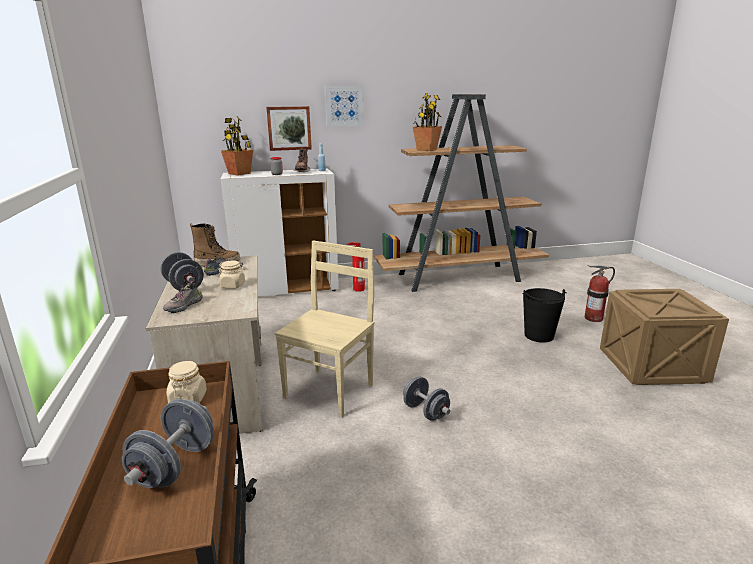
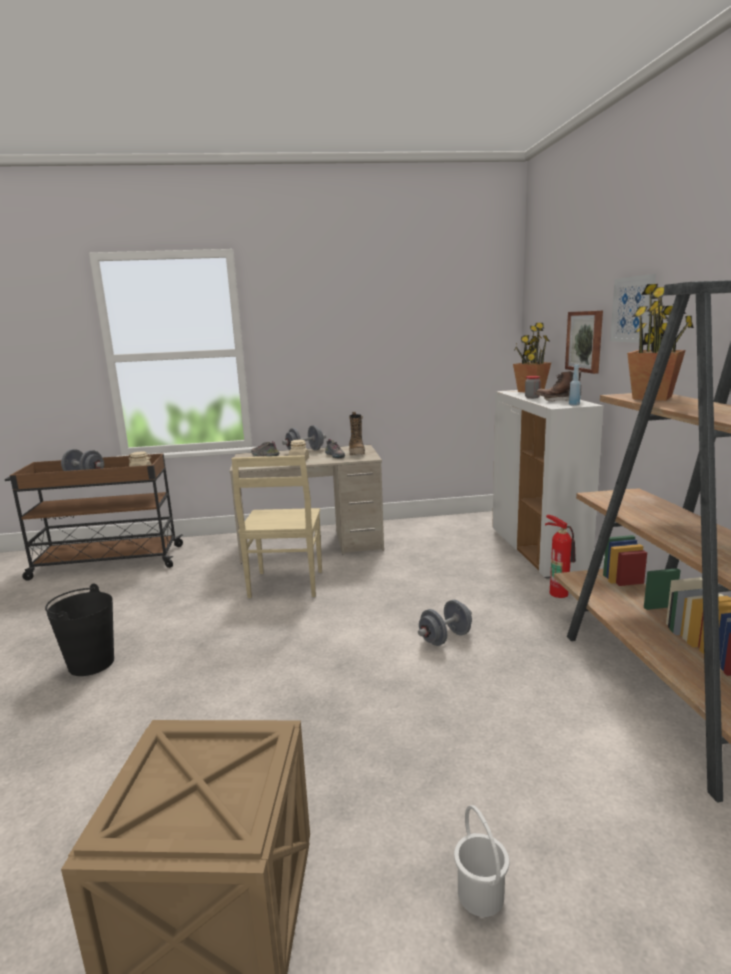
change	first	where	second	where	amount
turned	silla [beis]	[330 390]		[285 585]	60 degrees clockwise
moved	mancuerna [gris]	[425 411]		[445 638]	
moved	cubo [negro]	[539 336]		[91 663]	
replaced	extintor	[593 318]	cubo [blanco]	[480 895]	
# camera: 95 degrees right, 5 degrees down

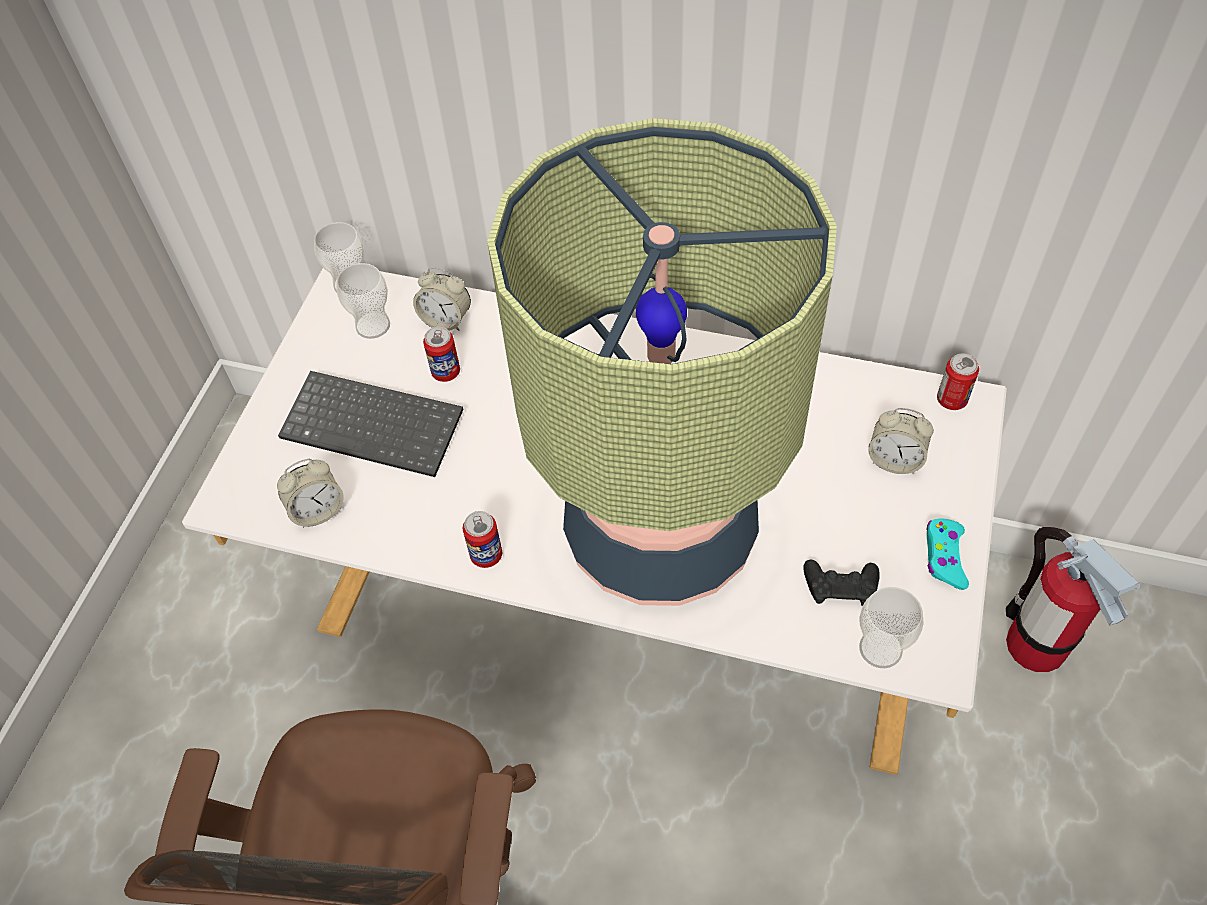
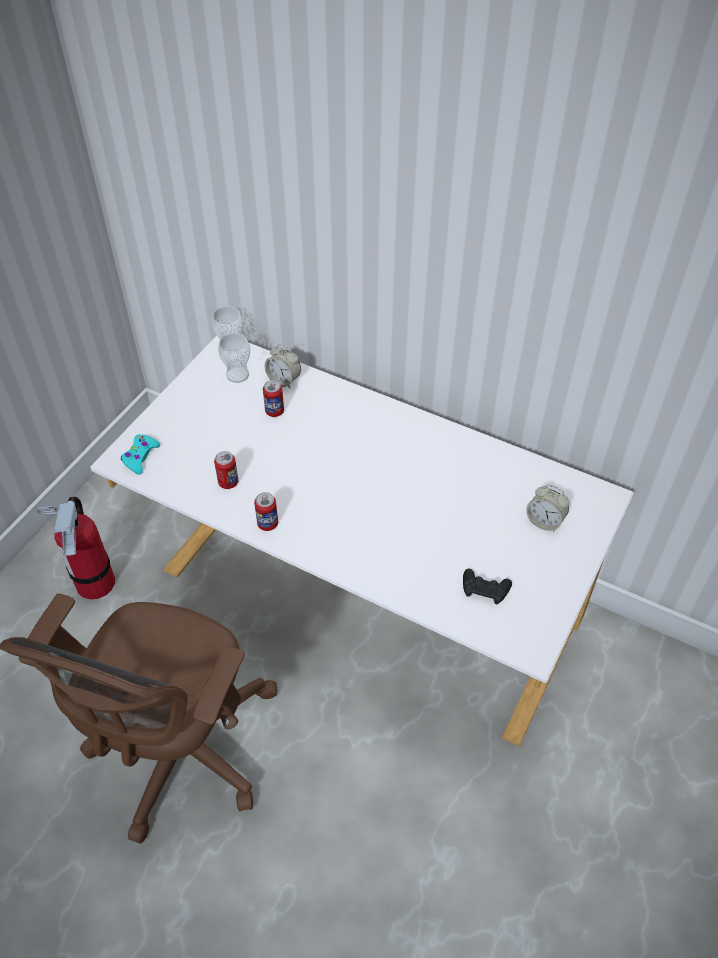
change	first	where	second	where	amount
removed	despertador	[318 510]			
removed	teclado	[376 424]			
removed	lámpara de mesa	[661 530]			
removed	taza	[880 648]			
moved	mando de consola [turquesa]	[944 557]		[140 457]	
moved	lata	[951 400]		[228 482]	
moved	extintor	[1035 644]		[95 582]	
# camera: 10 degrees right, 5 degrees down

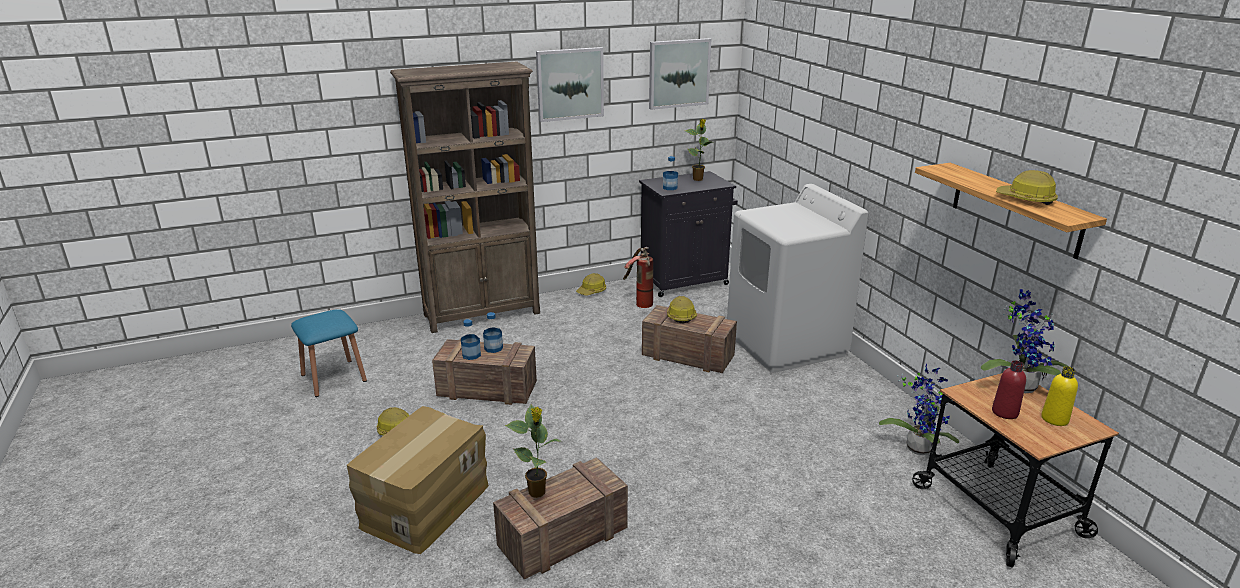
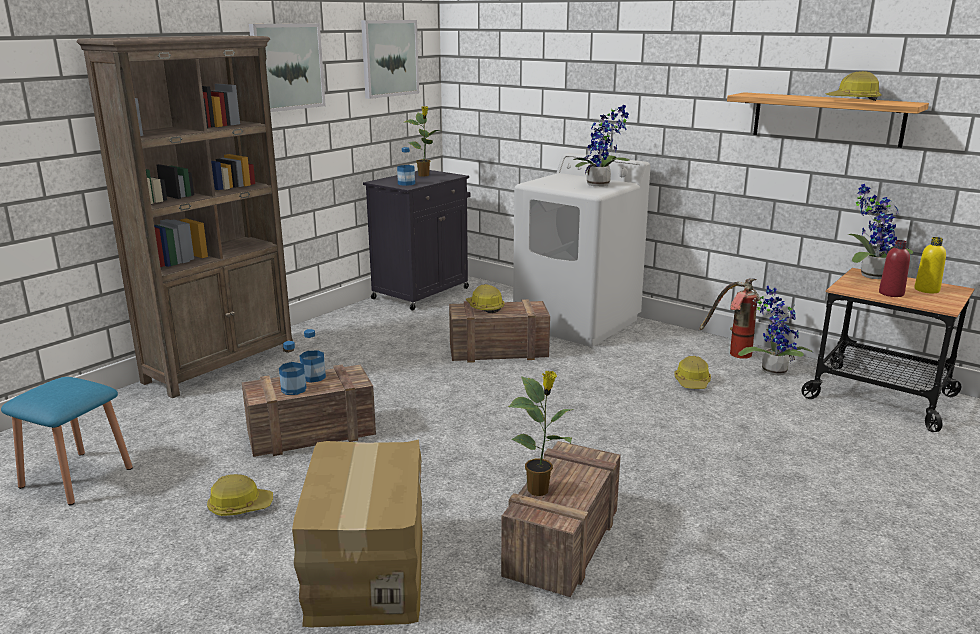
change	first	where	second	where	amount
moved	casco	[592 291]		[692 382]	
moved	extintor	[638 302]		[731 353]	
added			planta en maceta	[601 185]	
# camera: 30 degrees left, 5 degrees down

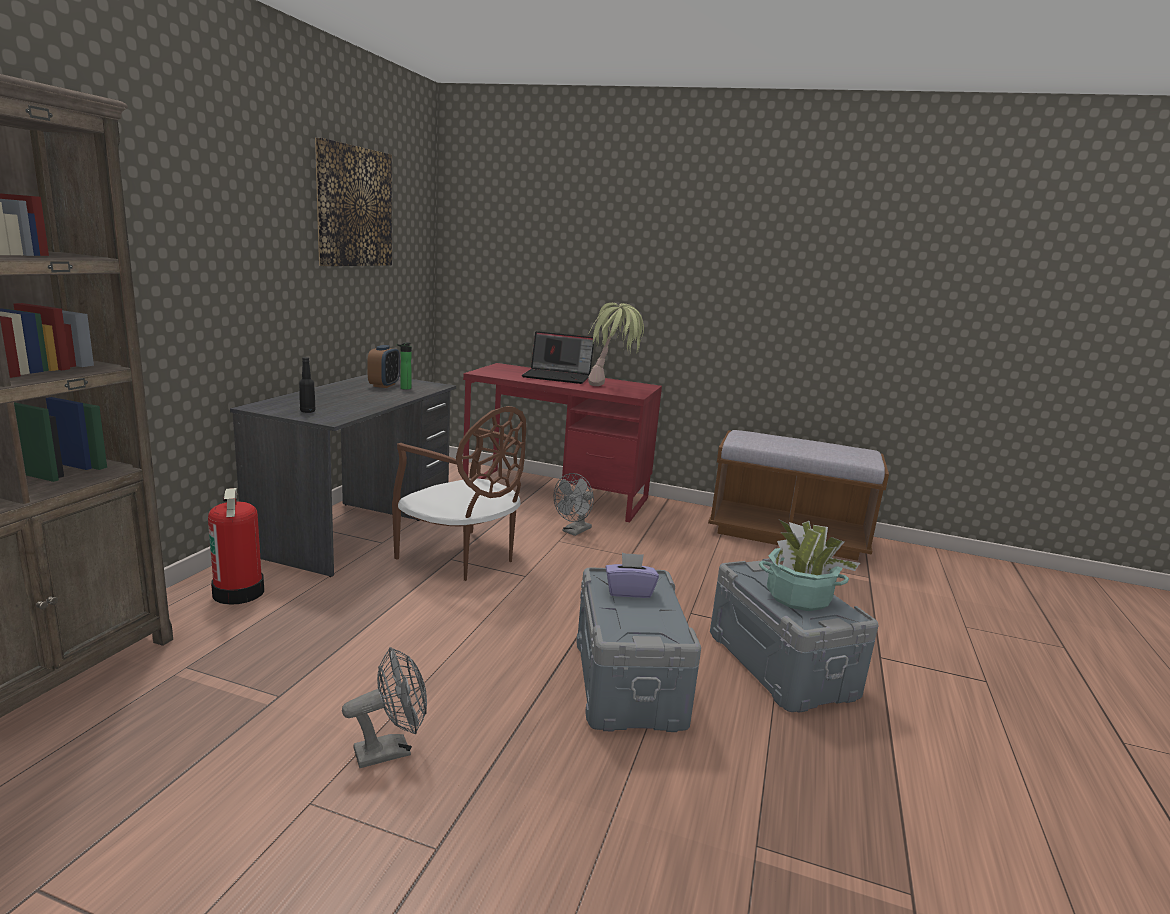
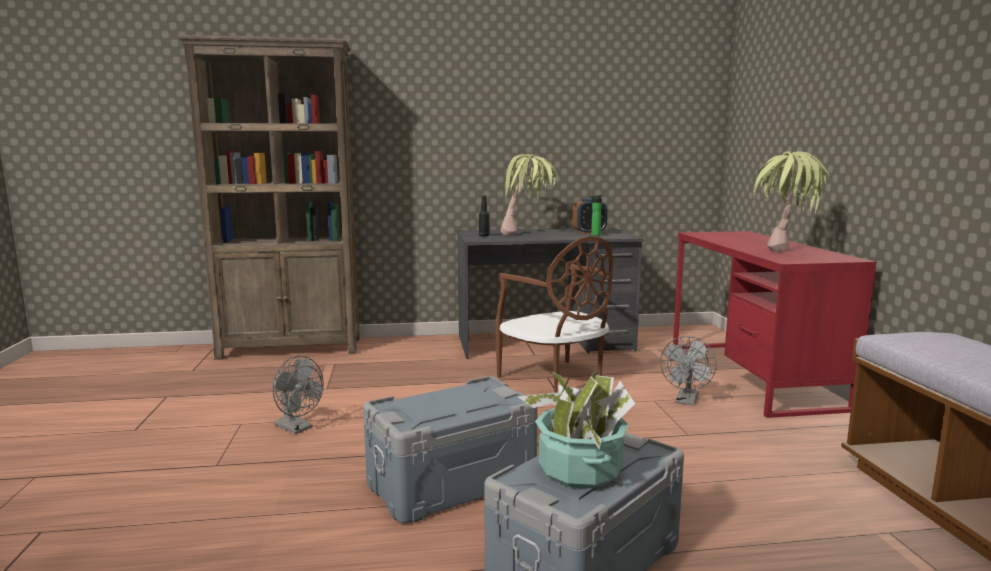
change	first	where	second	where	amount
removed	extintor	[239 592]			
removed	cuadro	[354 207]			
turned	silla [marrón]	[461 558]		[555 379]	45 degrees counterclockwise
removed	portátil	[558 377]			
turned	ventilador [gris]	[574 531]		[686 401]	75 degrees counterclockwise
removed	caja de pañuelos [morado]	[629 591]			
added			planta en maceta	[527 234]	
# camera: 65 degrees right, 5 degrees down

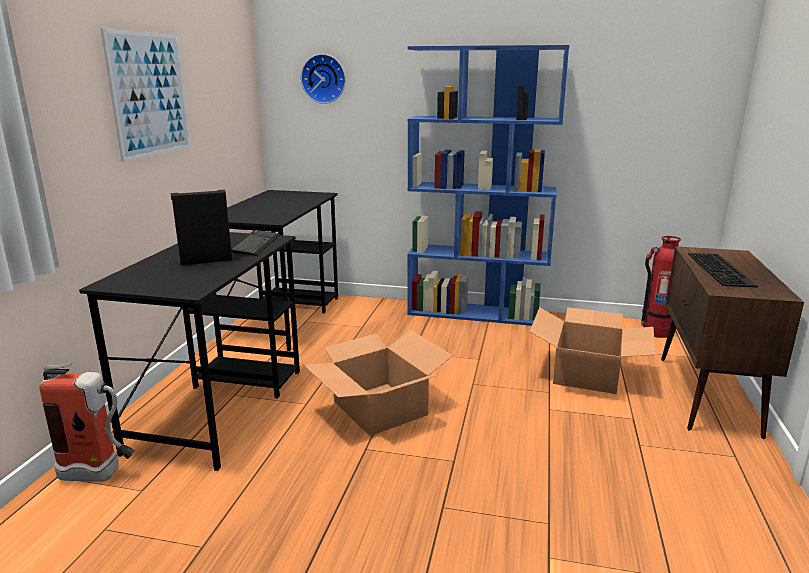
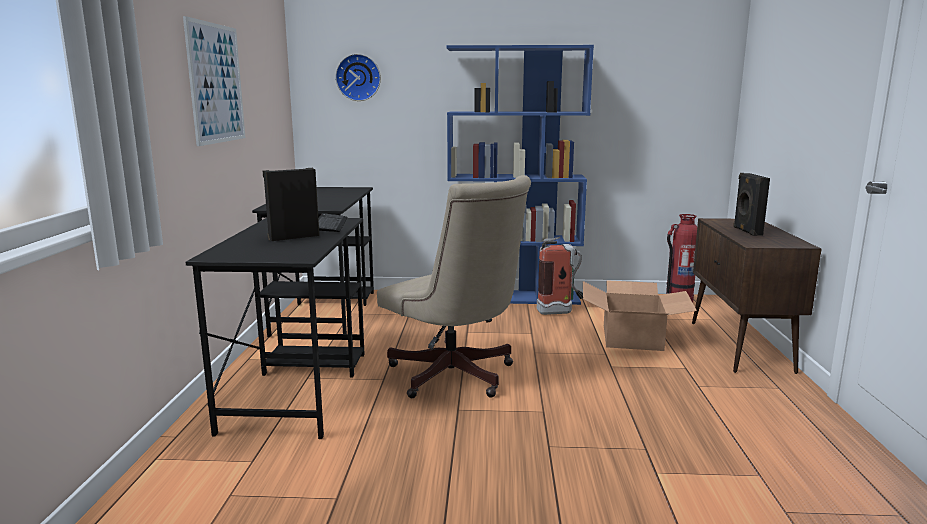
change	first	where	second	where	amount
moved	extintor	[100 475]		[560 312]	
replaced	caja de cartón	[379 408]	silla de oficina [beis]	[456 378]	
replaced	teclado	[722 269]	altavoz [negro]	[746 231]	
# camera: 10 degrees left, 5 degrees down

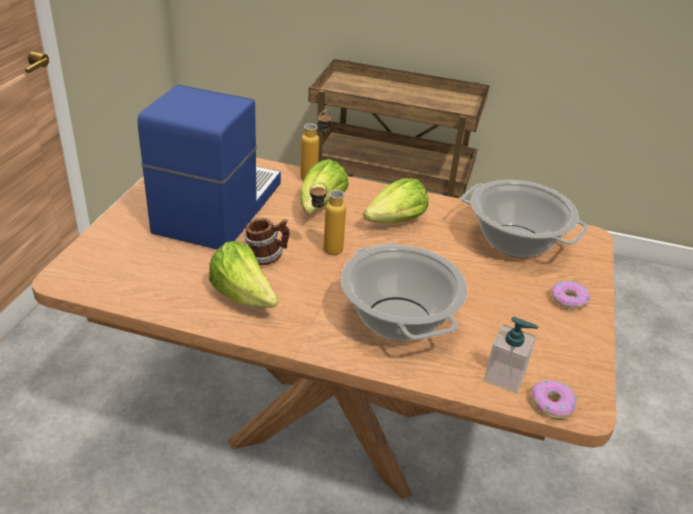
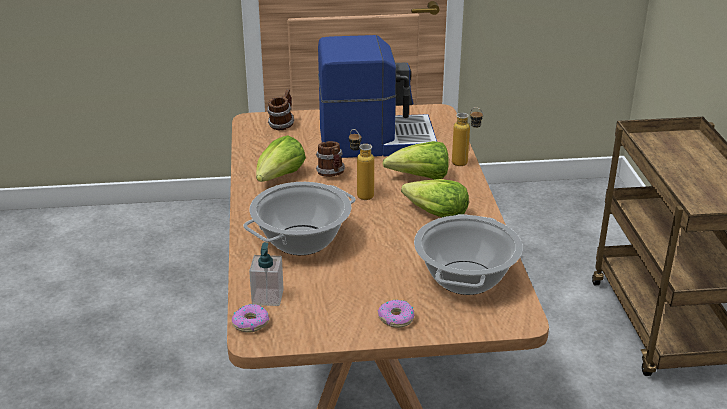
change	first	where	second	where	amount
added			taza grande	[282 125]	
# camera: 70 degrees right, 5 degrees down

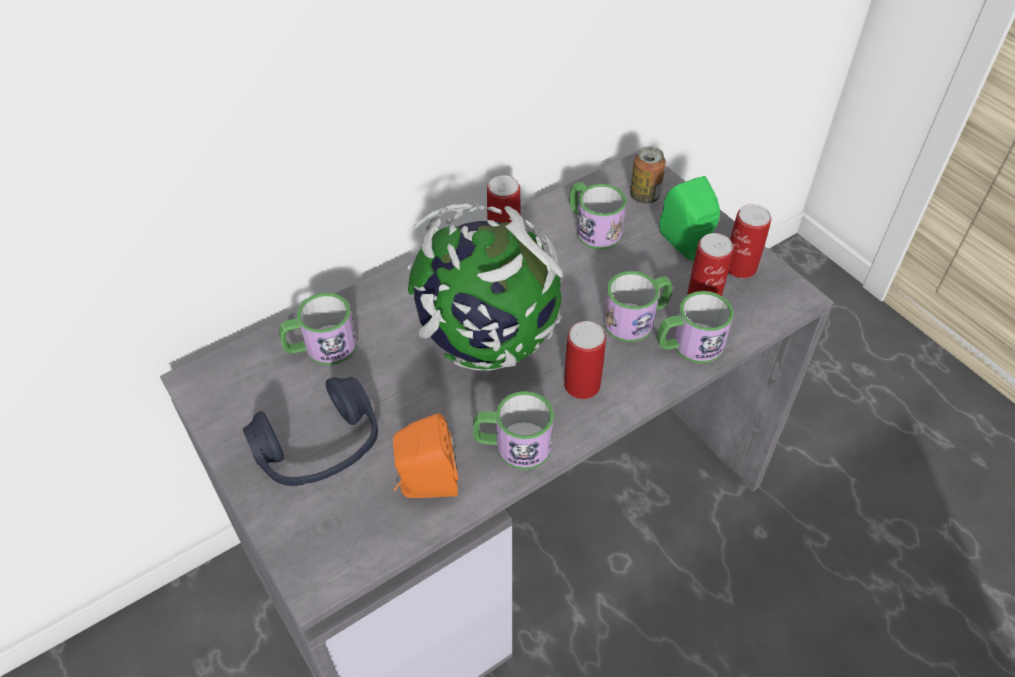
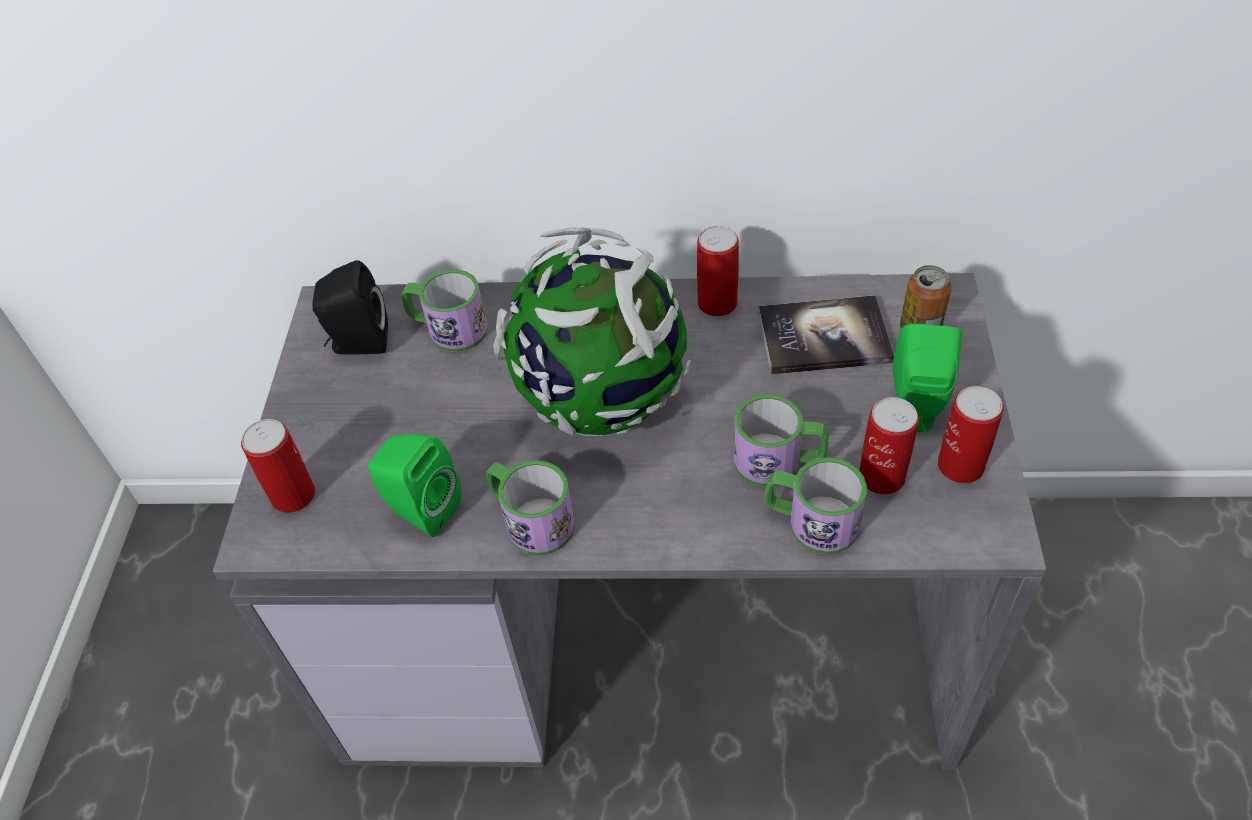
change	first	where	second	where	amount
removed	auriculares [azul]	[319 448]			
recoloured	altavoz [naranja]	[426 484]	altavoz [verde]	[420 509]	
moved	lata	[582 385]		[293 495]	
replaced	taza grande	[592 228]	libro	[824 337]	
added			altavoz [negro]	[358 343]	
# camera: 40 degrees right, 0 degrees up

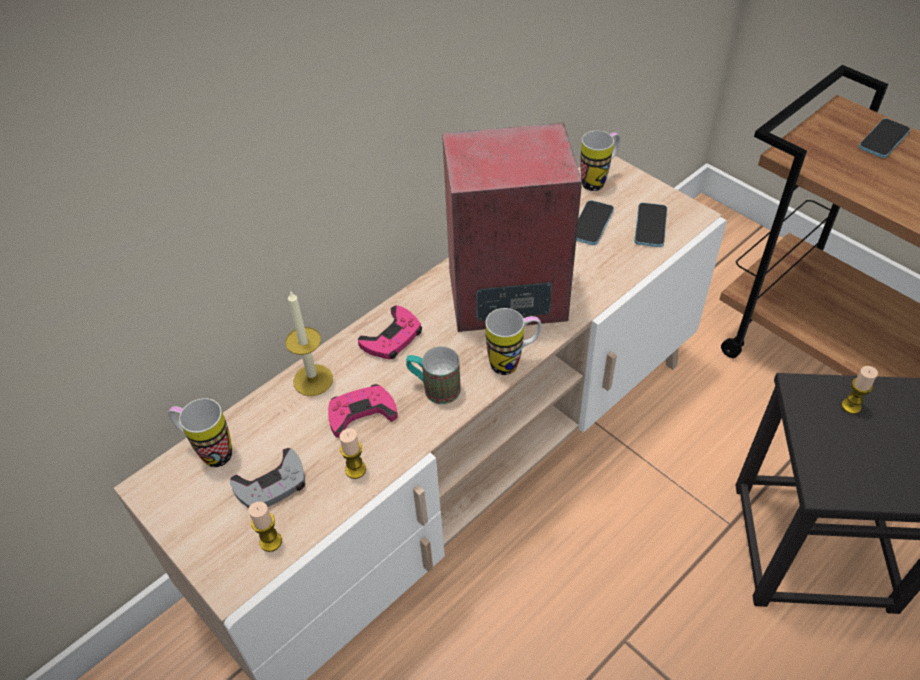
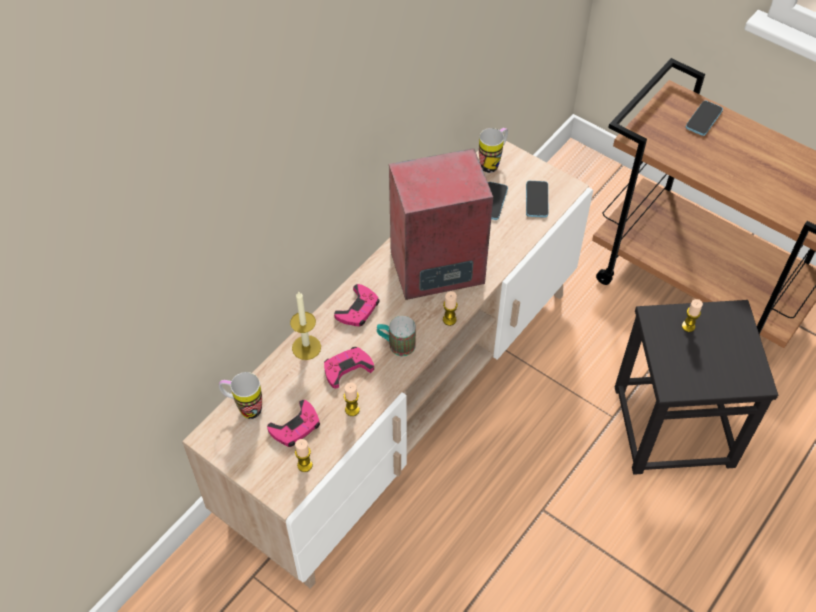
change	first	where	second	where	amount
recoloured	mando de consola [gris]	[272 485]	mando de consola [rosa]	[295 427]	
replaced	taza grande	[513 362]	vela	[449 319]	
# camera: 10 degrees left, 5 degrees up

